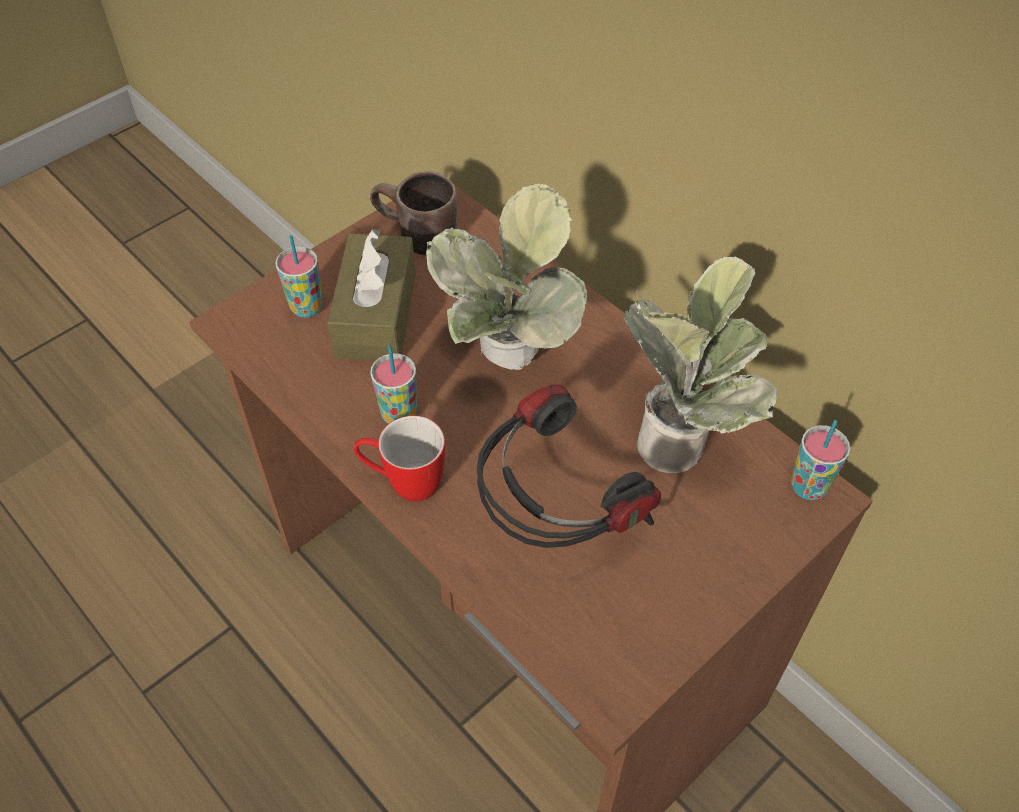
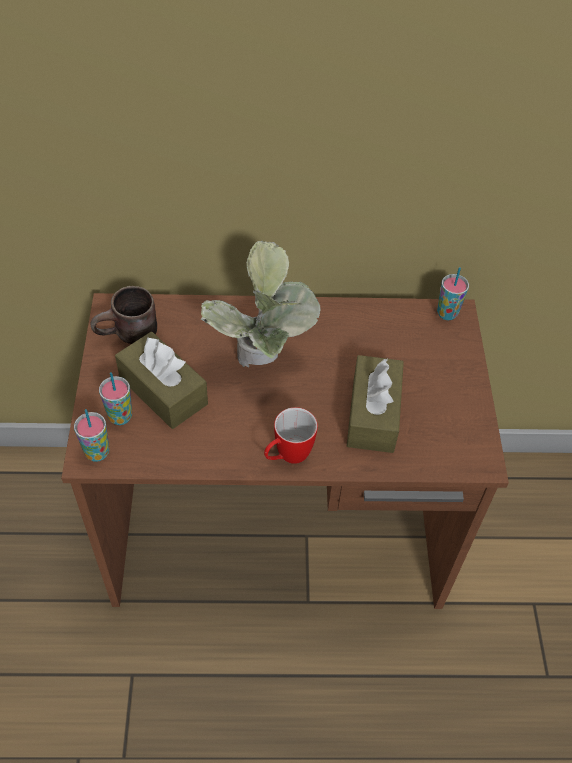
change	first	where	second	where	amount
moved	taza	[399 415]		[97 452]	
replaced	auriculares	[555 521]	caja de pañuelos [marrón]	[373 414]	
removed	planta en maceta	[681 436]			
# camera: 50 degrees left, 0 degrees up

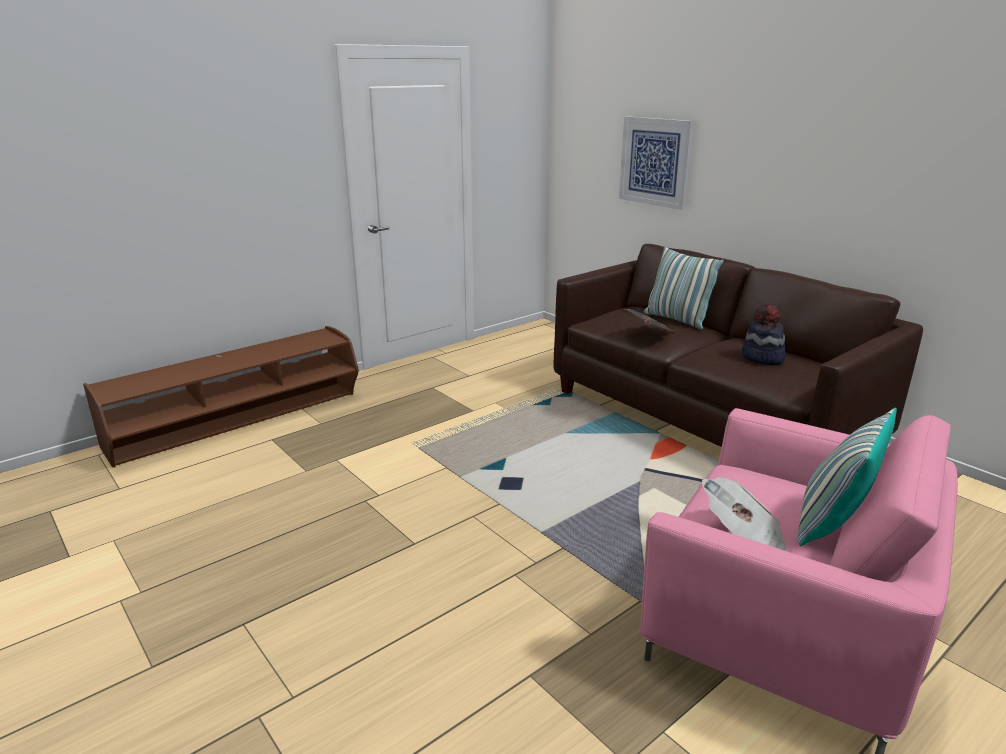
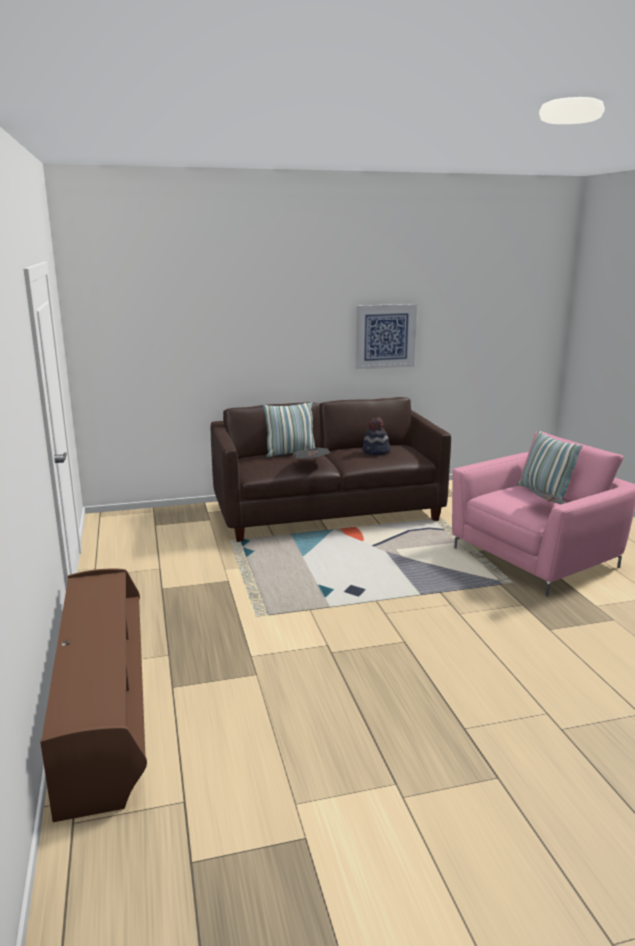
change	first	where	second	where	amount
moved	cuadro	[655 162]		[385 336]	
# camera: 65 degrees left, 5 degrees down

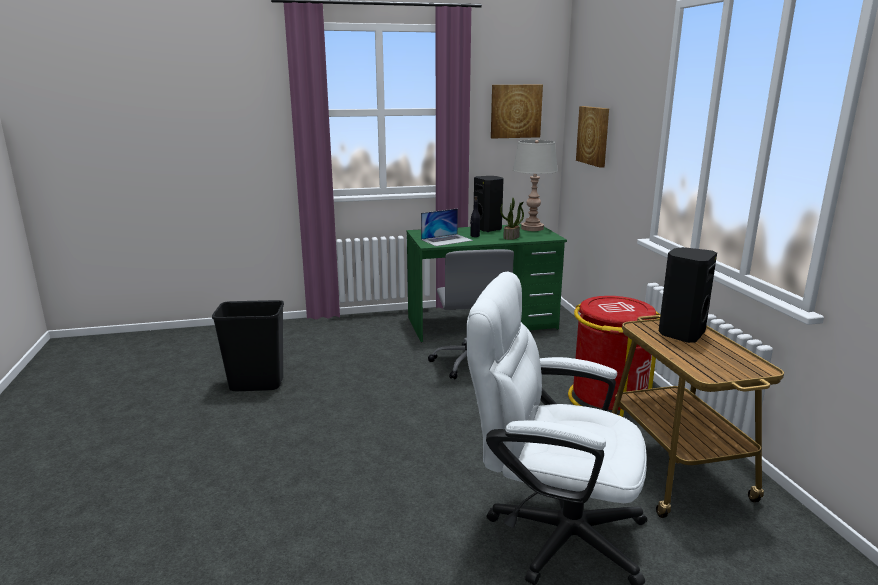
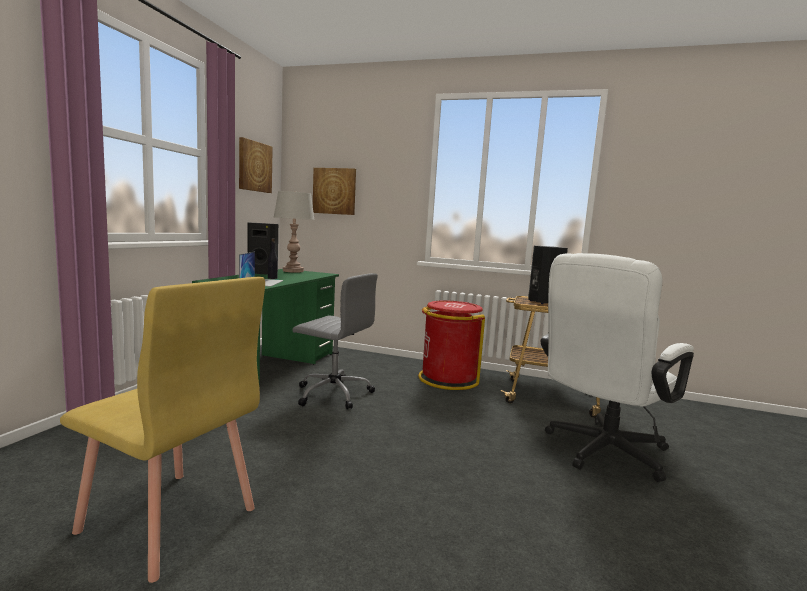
change	first	where	second	where	amount
replaced	papelera [negro]	[256 385]	silla [amarillo]	[168 521]	
removed	planta en maceta	[511 237]			
# camera: 60 degrees left, 10 degrees down

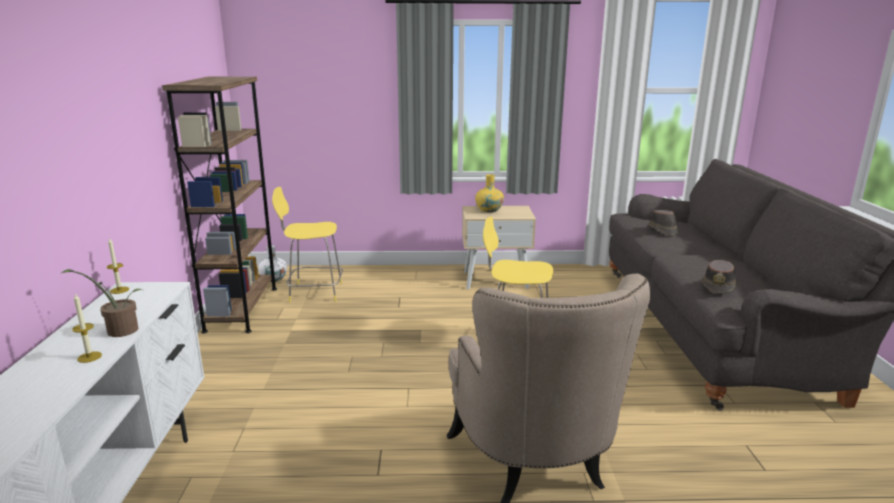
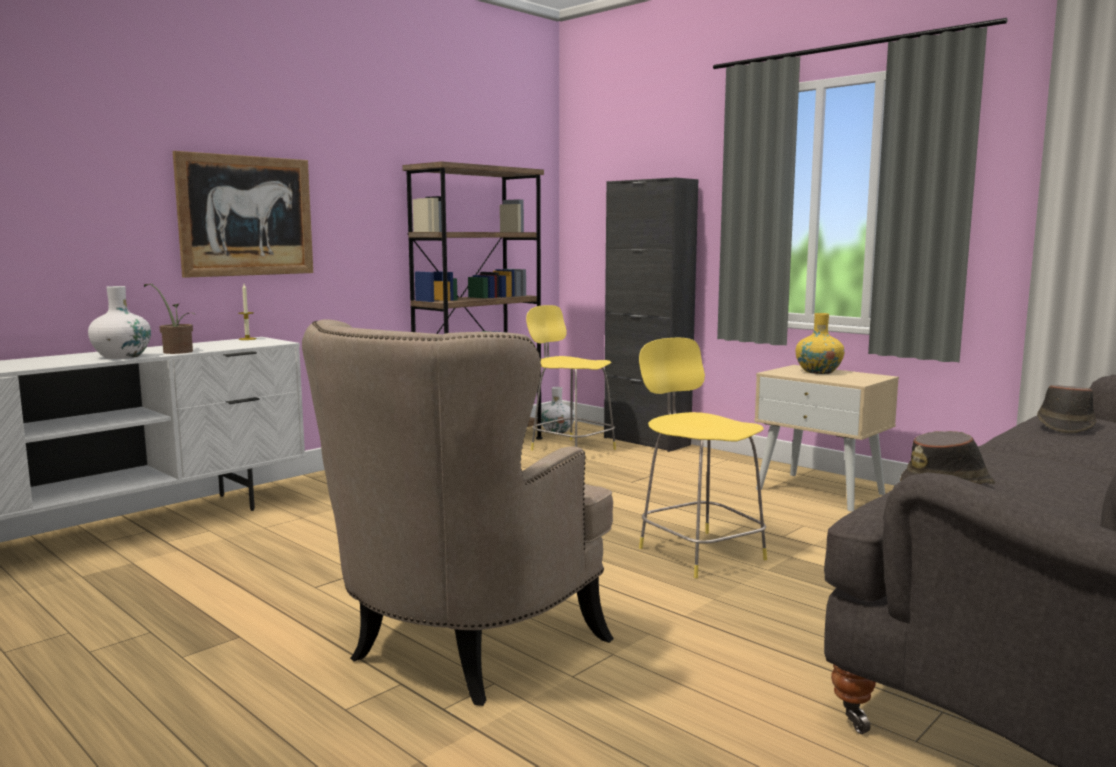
change	first	where	second	where	amount
replaced	vela	[89 357]	florero [blanco]	[122 356]	
added			cuadro	[246 216]	
added			armario [negro]	[646 441]	
# camera: 45 degrees right, 10 degrees down

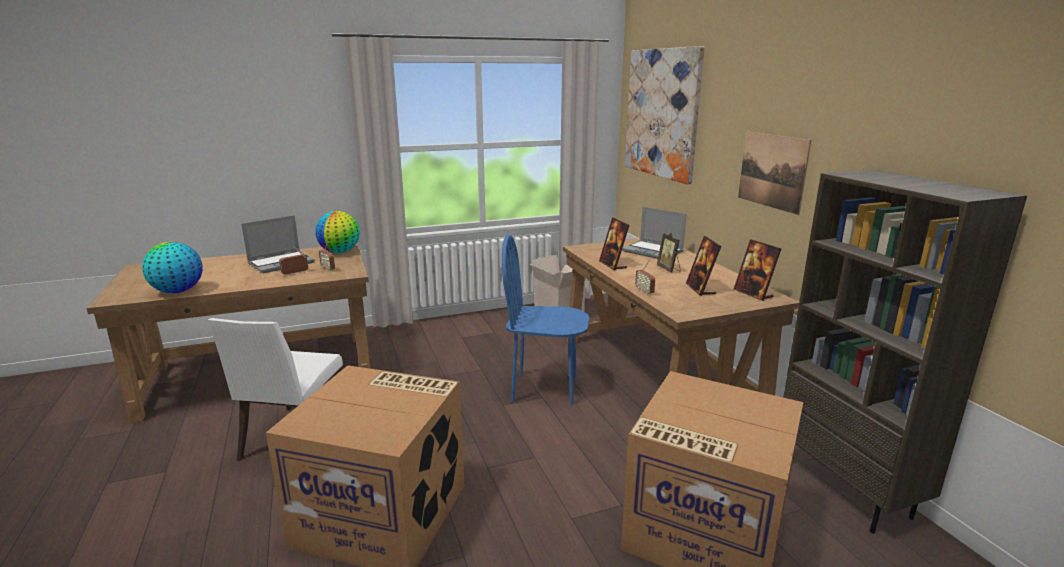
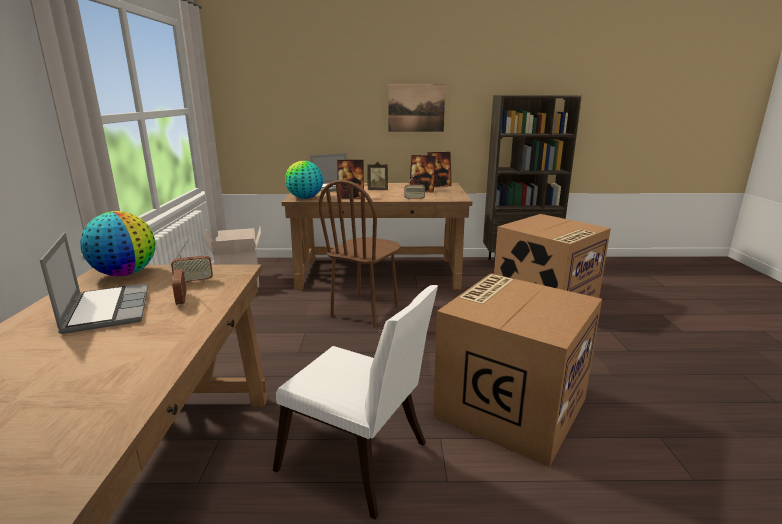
change	first	where	second	where	amount
moved	globo terráqueo	[178 291]		[305 198]	
recoloured	silla [azul]	[545 388]	silla [marrón]	[365 311]	
removed	cuadro	[662 113]			
# camera: 70 degrees left, 0 degrees up

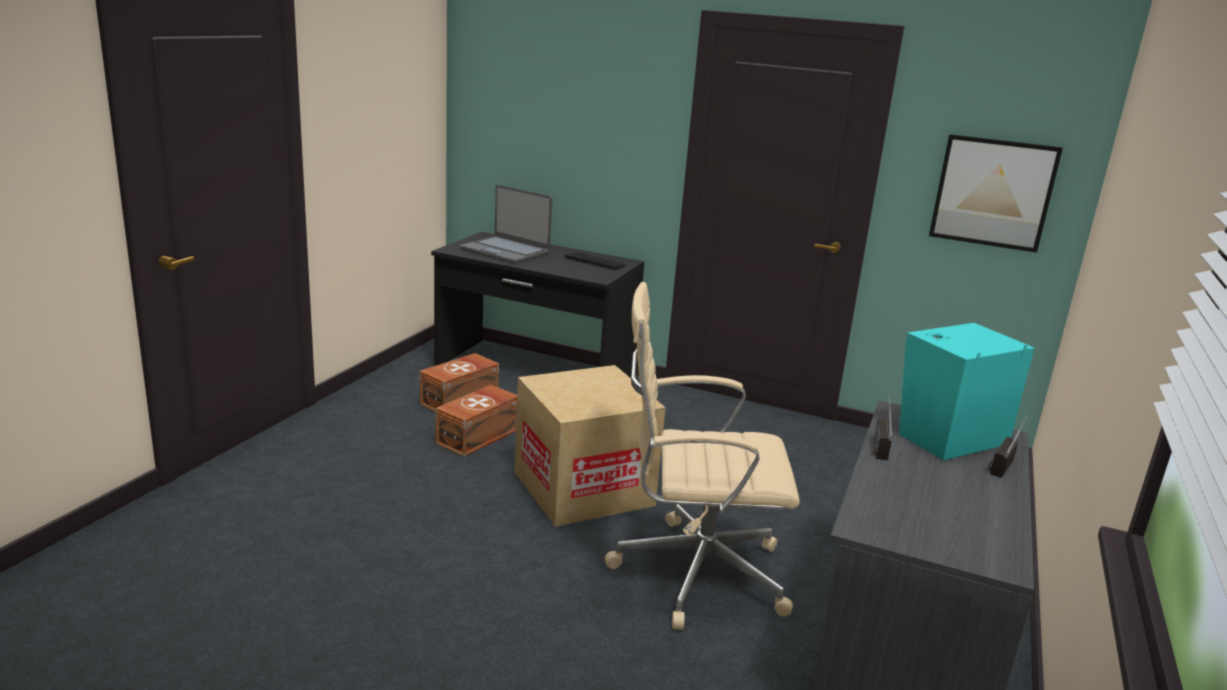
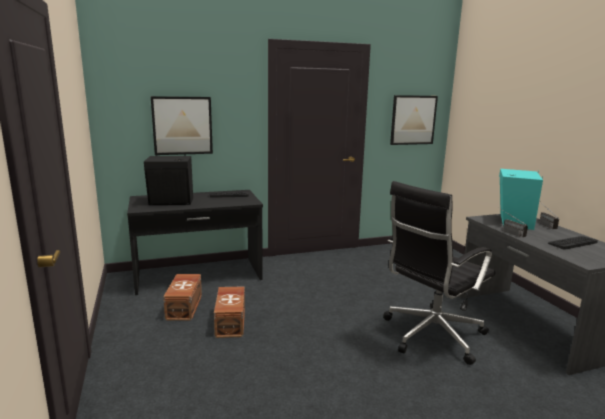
change	first	where	second	where	amount
replaced	portátil	[505 251]	altavoz [negro]	[172 202]	
removed	caja de cartón	[583 488]			
recoloured	silla de oficina [beis]	[694 572]	silla de oficina [negro]	[430 335]	
added			cuadro	[182 125]	
added			teclado	[572 243]	
# camera: 40 degrees left, 5 degrees down

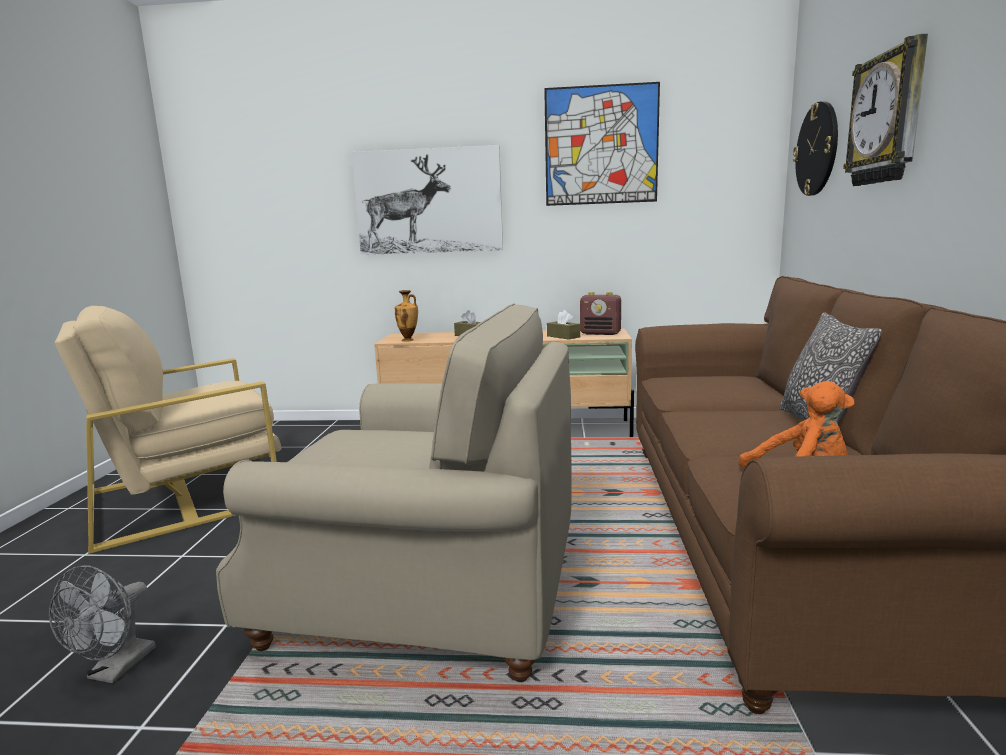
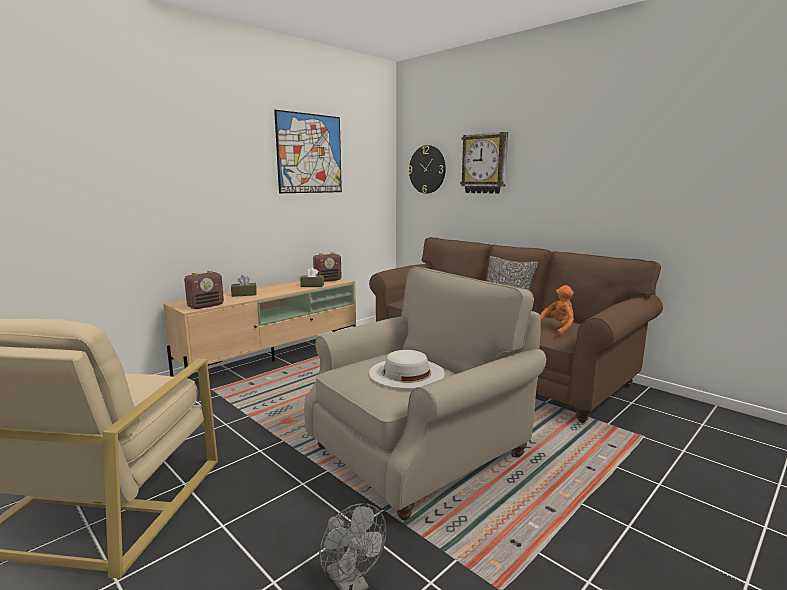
change	first	where	second	where	amount
removed	cuadro	[428 201]			
replaced	florero	[408 340]	radio	[206 306]	
added			sombrero [blanco]	[406 373]	
# camera: 50 degrees left, 0 degrees up

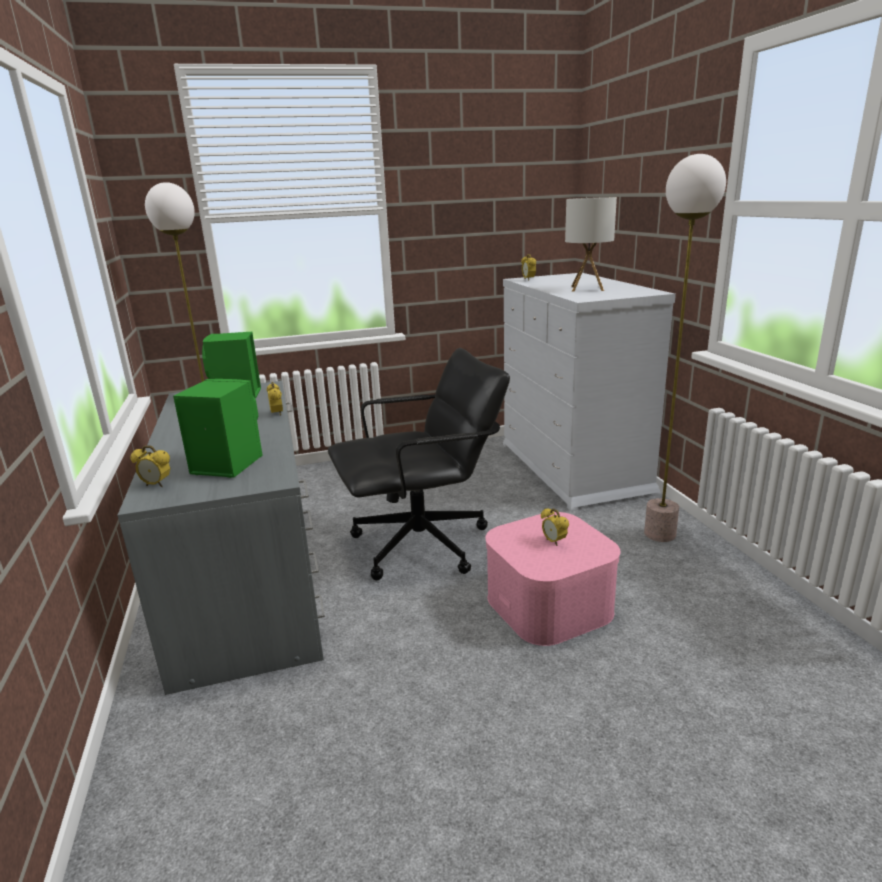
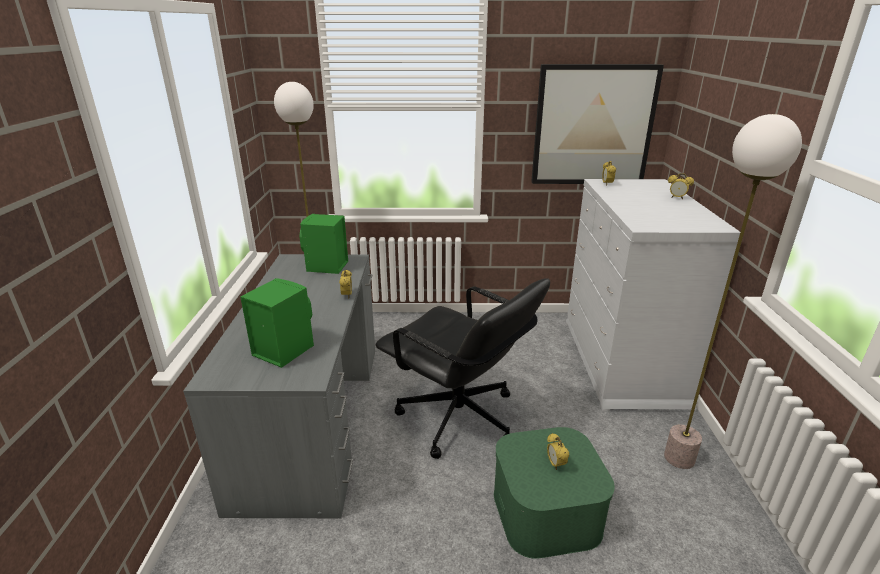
change	first	where	second	where	amount
moved	despertador	[156 485]		[677 198]	
turned	silla de oficina [negro]	[422 545]		[459 418]	45 degrees clockwise
recoloured	caja de almacenaje [rosa]	[549 604]	caja de almacenaje [verde]	[546 512]	
removed	lámpara de mesa	[587 288]			
added			cuadro	[593 126]	
# camera: 15 degrees right, 5 degrees up

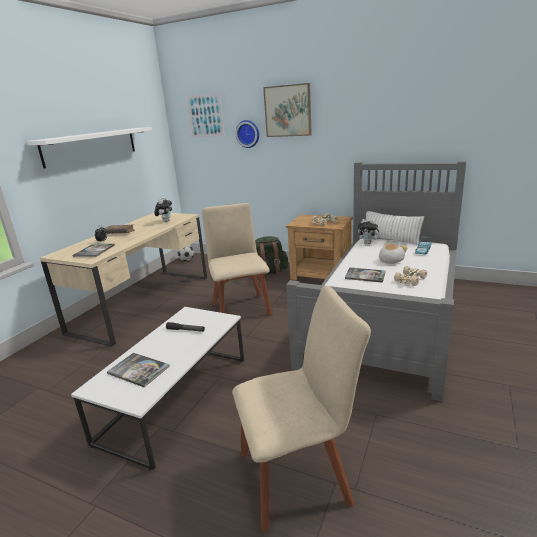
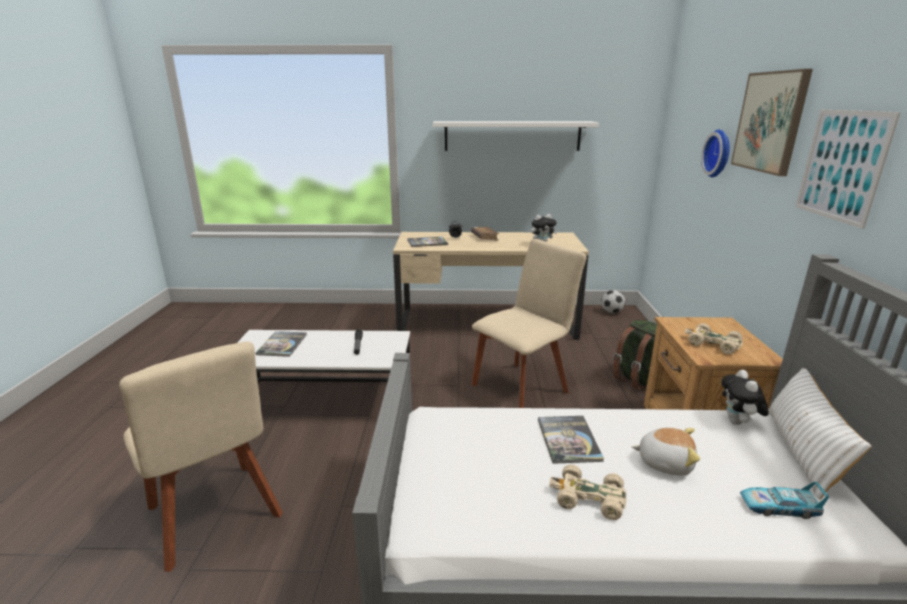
change	first	where	second	where	amount
moved	cuadro	[205 116]		[842 165]	
# camera: 65 degrees right, 0 degrees up

